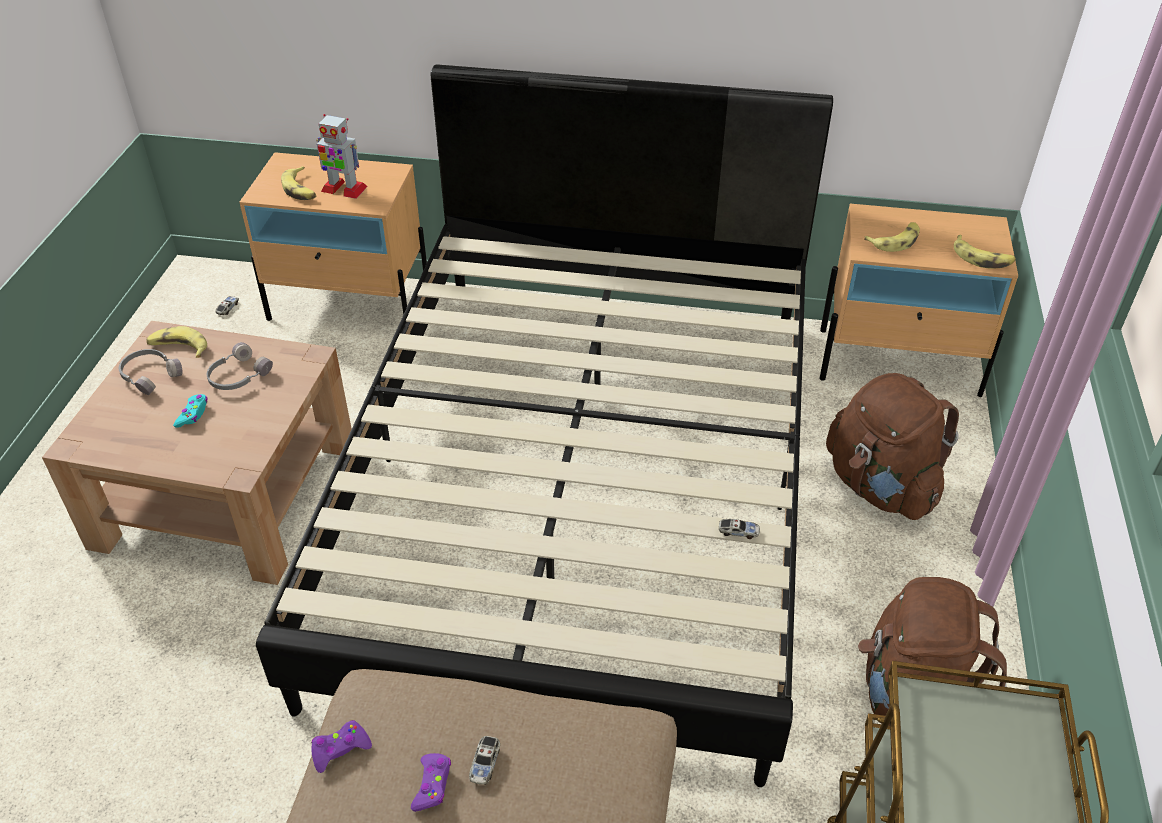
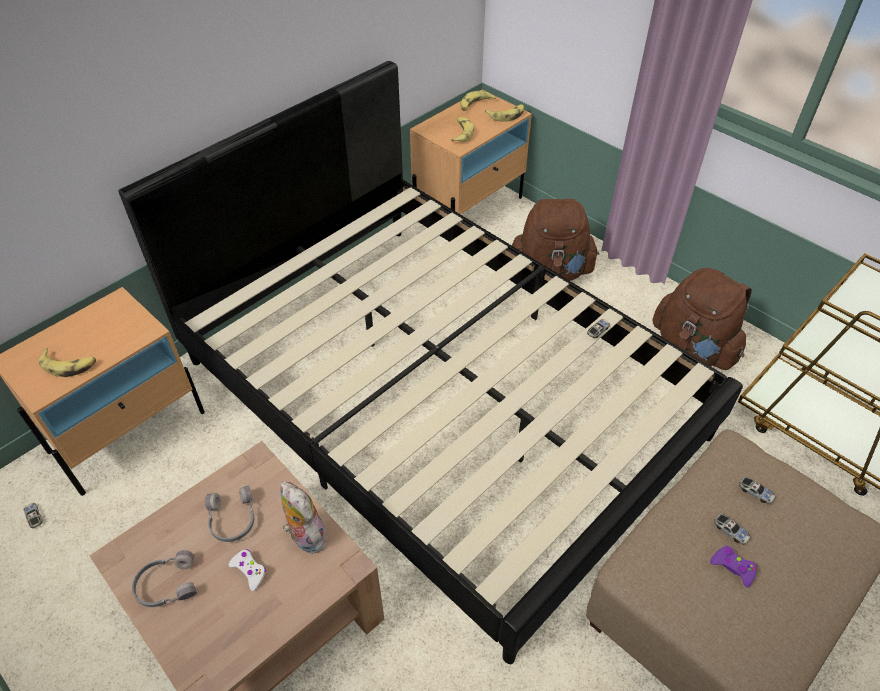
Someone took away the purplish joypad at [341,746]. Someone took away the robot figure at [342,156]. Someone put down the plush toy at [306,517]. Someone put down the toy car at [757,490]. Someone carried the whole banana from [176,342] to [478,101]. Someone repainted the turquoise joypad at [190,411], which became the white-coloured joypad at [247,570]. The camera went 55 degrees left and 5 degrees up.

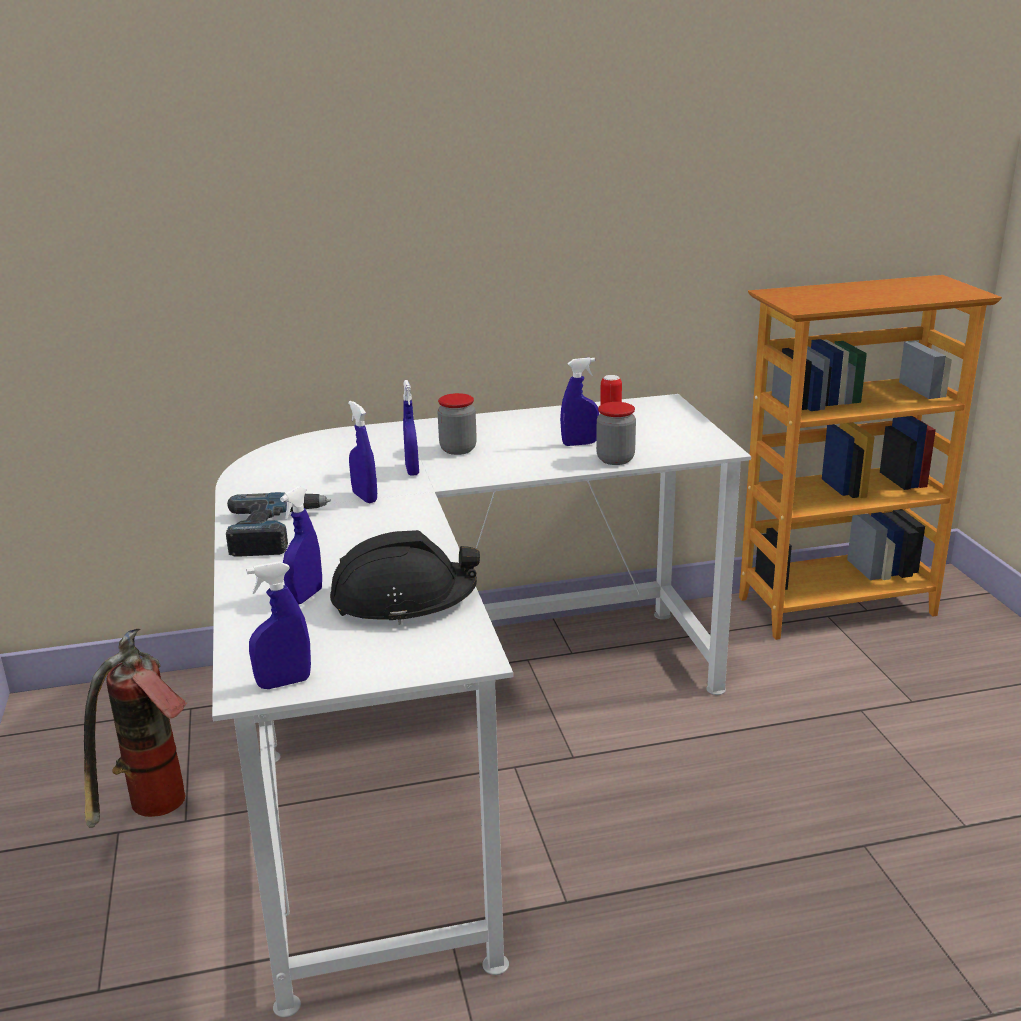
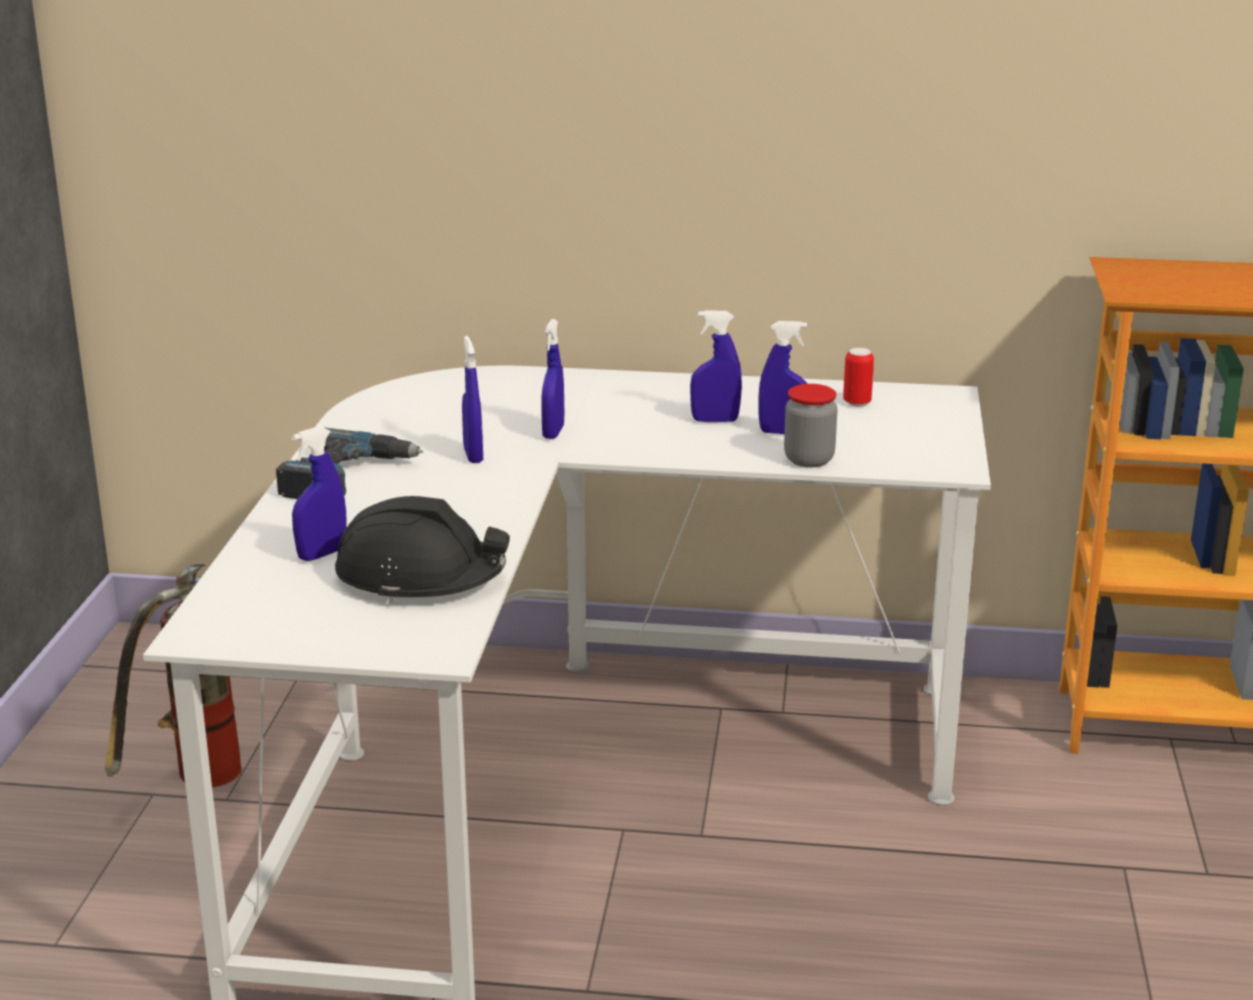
Someone took away the jar at [457,424]. Someone carried the blue hand sprayer from [278,625] to [716,366]. The camera went 20 degrees right and 0 degrees up.

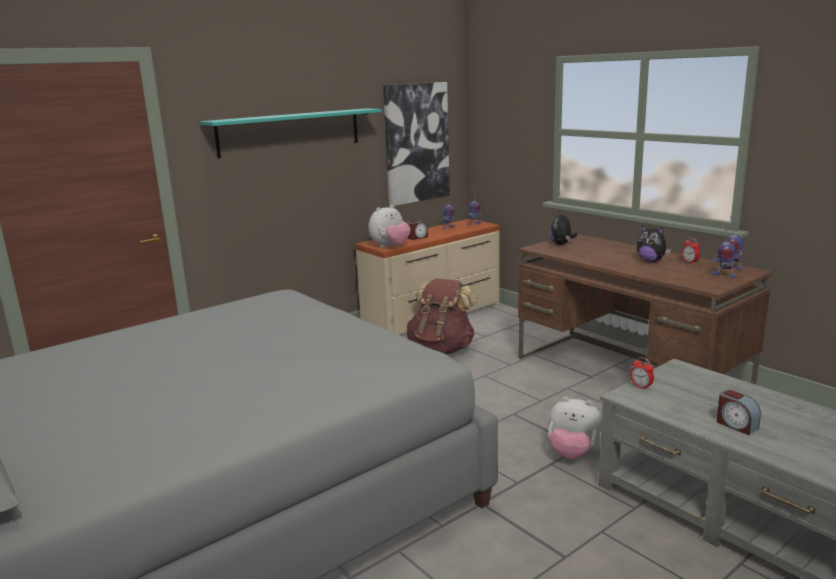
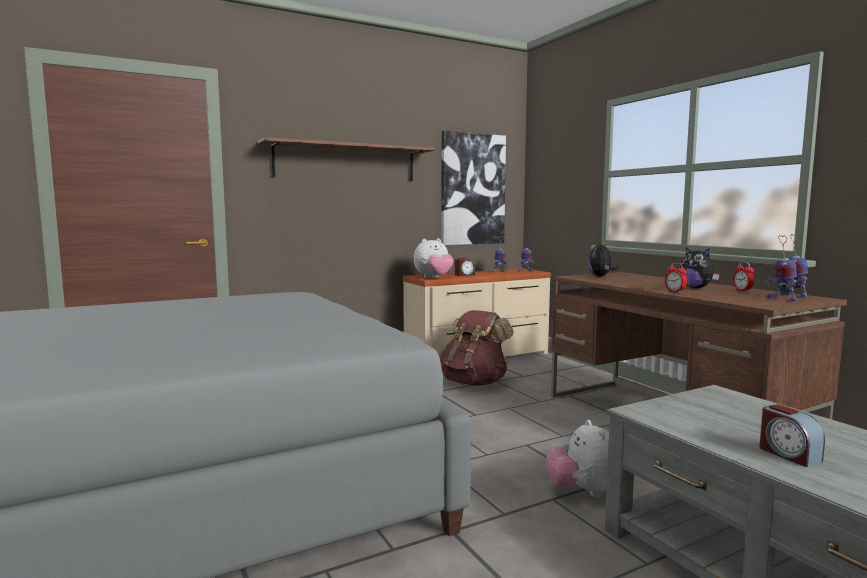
Someone carried the alarm clock from [642,373] to [676,278]. Someone repainted the turquoise wall shelf at [290,133], which became the brownish wall shelf at [346,159]. Someone rotated the plush toy at [575,428] by 45 degrees clockwise. The camera went 10 degrees right and 10 degrees down.

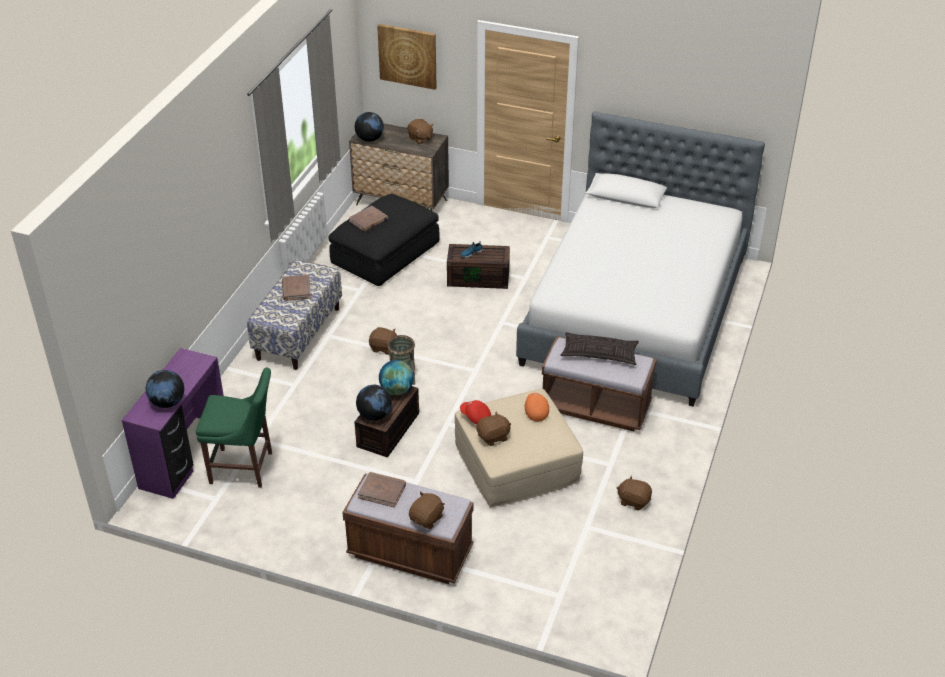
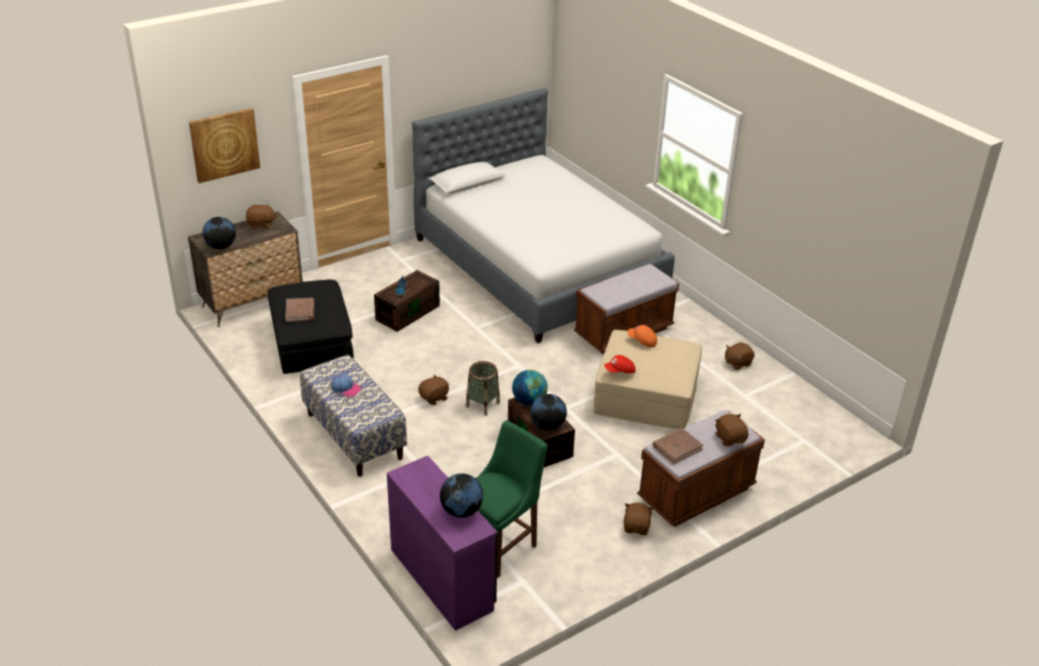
Someone took away the pillow at [599,348]. Someone carried the brownish plush toy from [493,428] to [639,518]. Someone swapped the brownish volume at [296,288] for the cap at [346,385]. The camera went 55 degrees left and 5 degrees down.

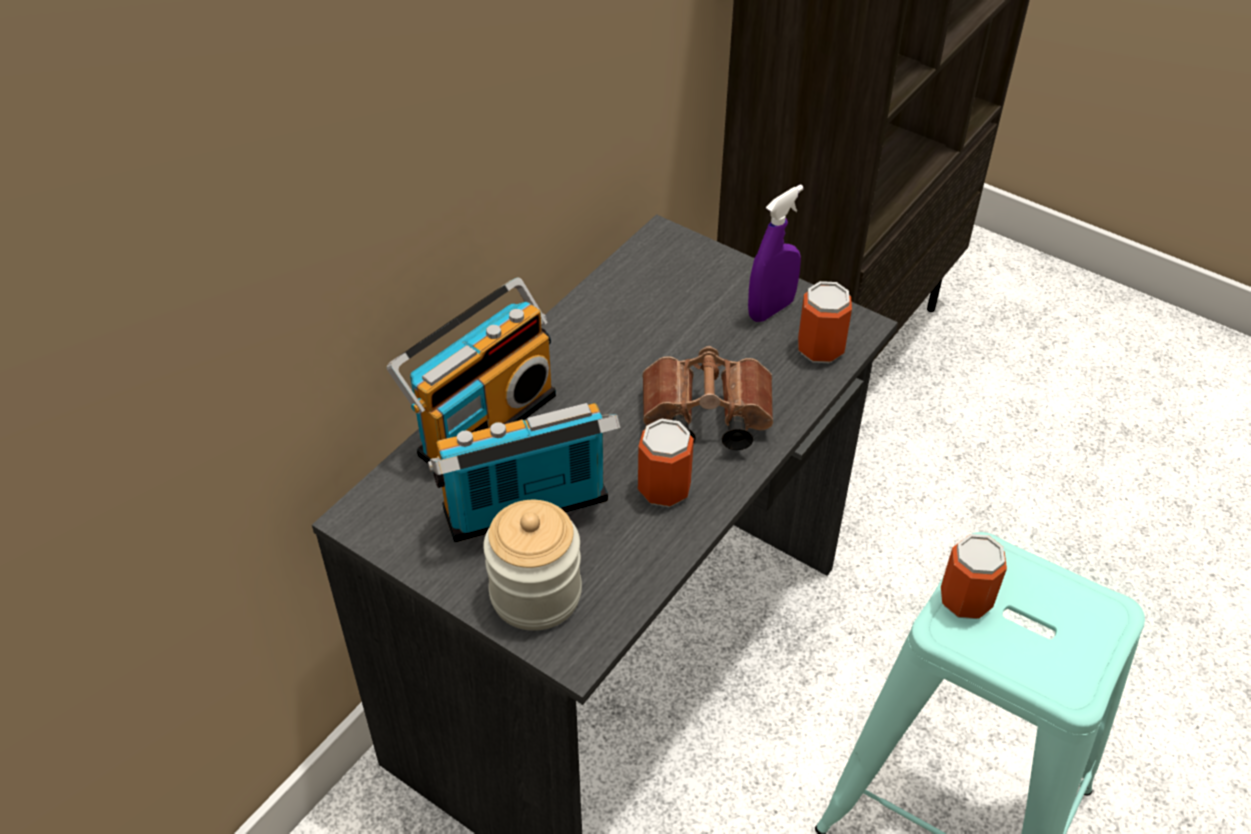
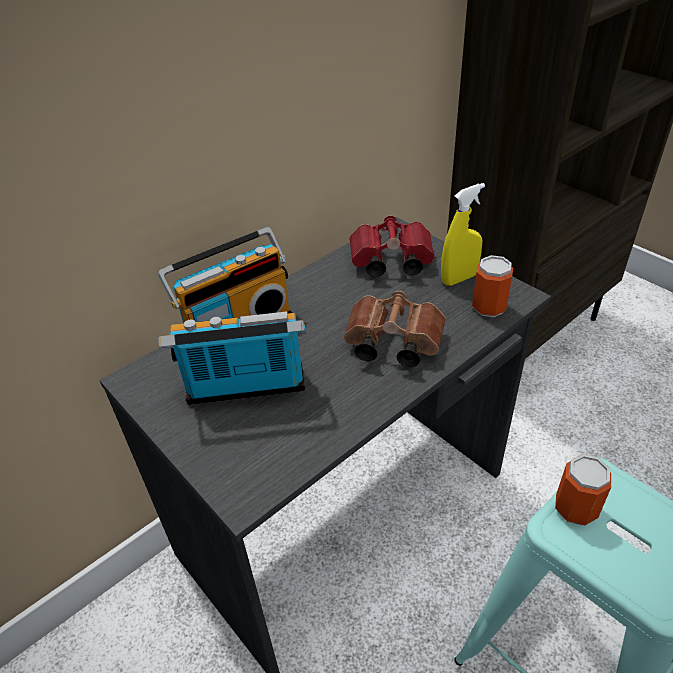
Someone took away the jar at [532,565]. Someone took away the sealed can at [666,462]. Someone put down the red pair of binoculars at [391,246]. Someone repainted the purplish hand sprayer at [776,253], which became the yellow hand sprayer at [463,234]. The camera went 15 degrees right and 5 degrees down.

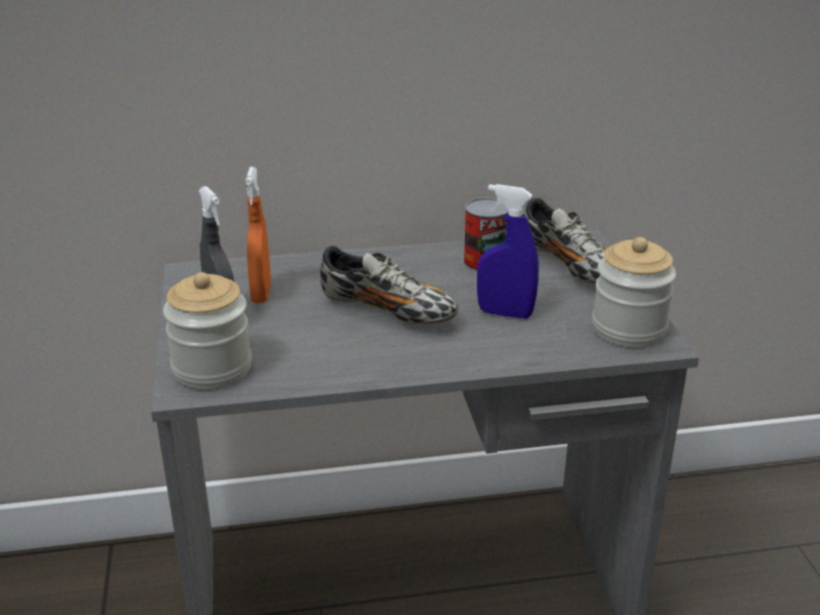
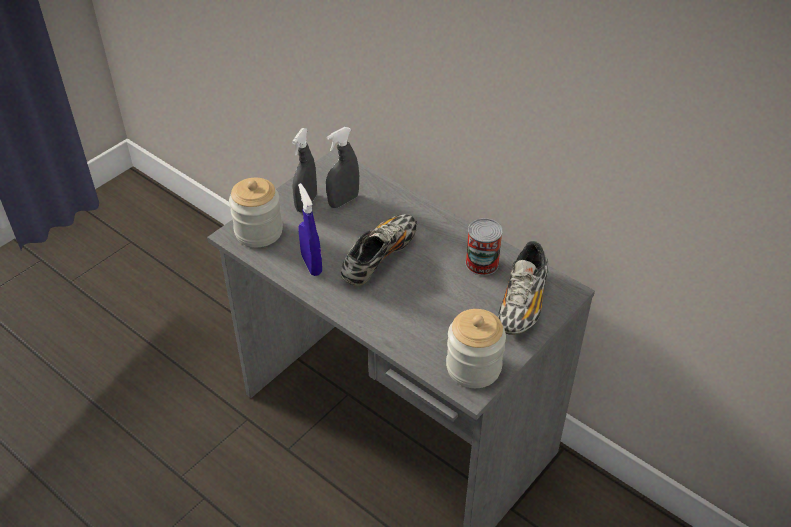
Someone carried the blue hand sprayer from [508,251] to [310,229]. Someone repainted the orangey hand sprayer at [258,235], which became the grey hand sprayer at [342,167]. Someone rotated the item of footwear at [389,284] by 135 degrees counterclockwise. The camera went 50 degrees right and 15 degrees up.

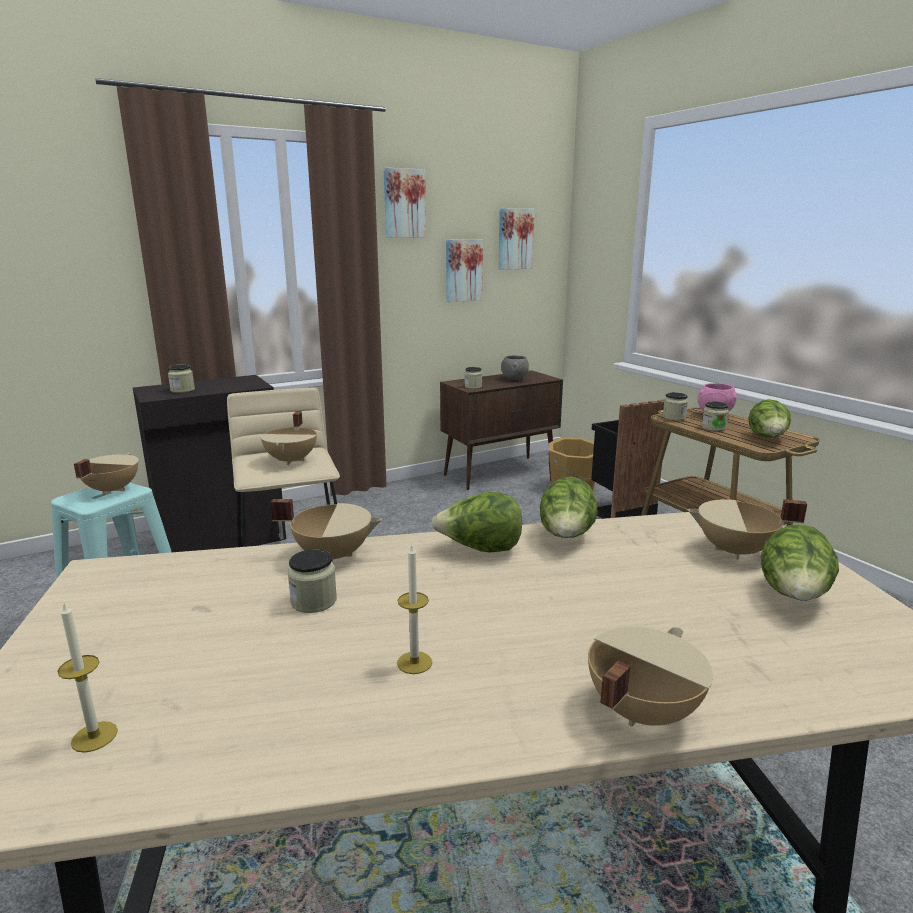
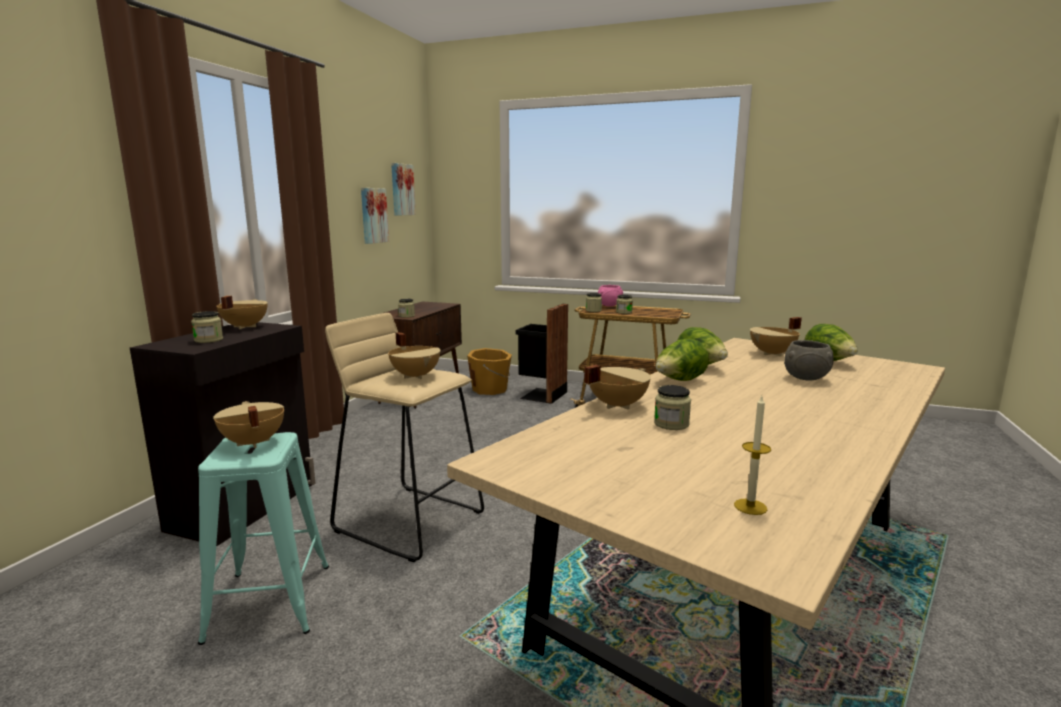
Someone took away the wall picture at [405,203]. Someone took away the wax light at [414,609]. Someone took away the head of lettuce at [769,418]. Someone carried the grey bowl from [515,367] to [809,360]. Someone carried the beige stockpot from [650,677] to [242,312]. The camera went 40 degrees left and 5 degrees down.

